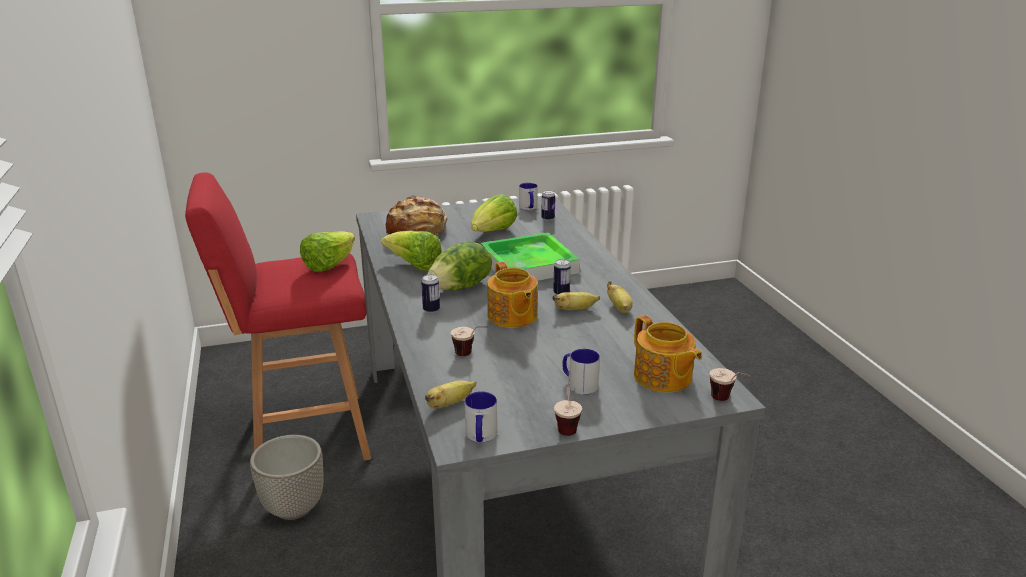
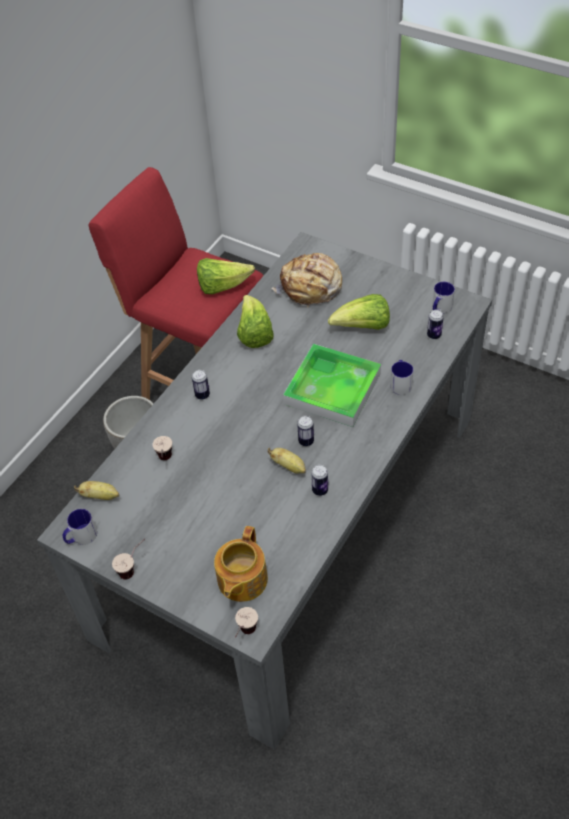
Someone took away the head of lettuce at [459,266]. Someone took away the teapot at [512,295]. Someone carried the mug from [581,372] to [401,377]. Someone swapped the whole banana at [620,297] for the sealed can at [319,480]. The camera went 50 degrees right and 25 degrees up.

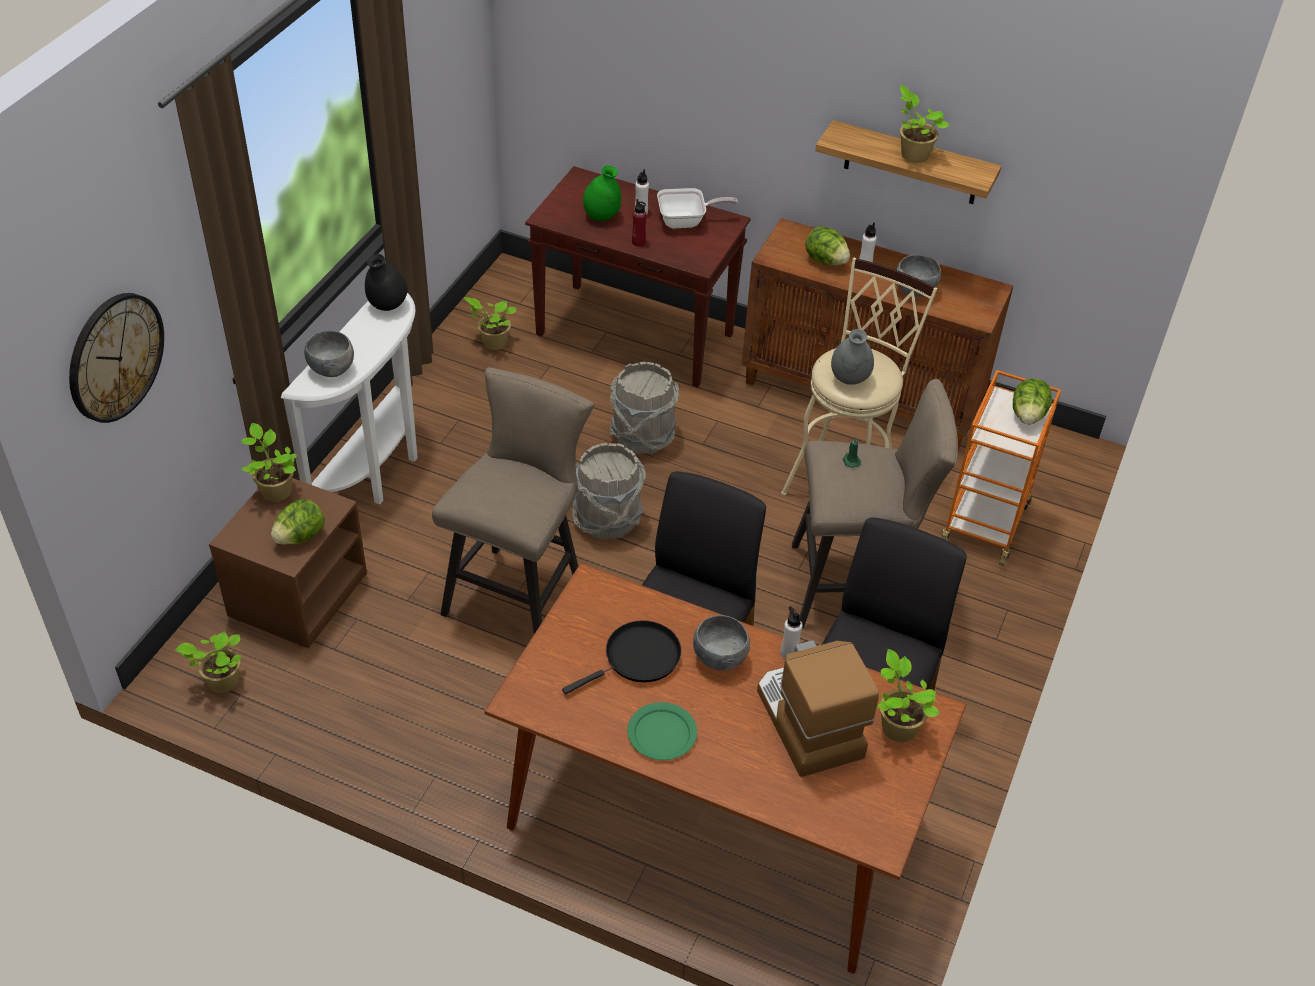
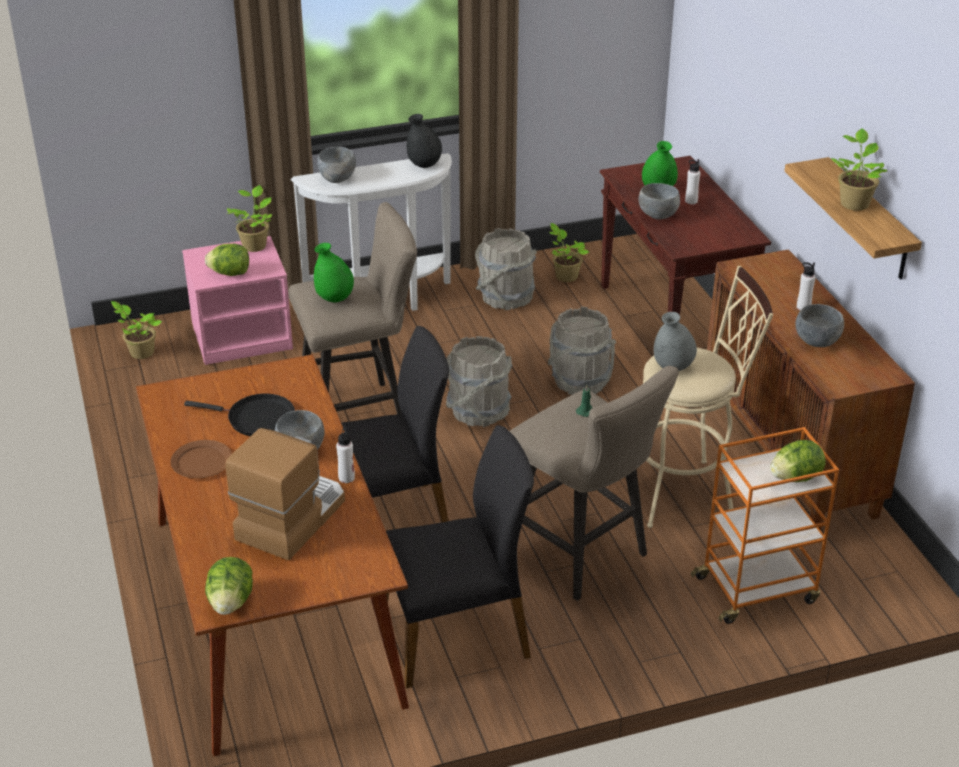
Someone took away the hanging clock at [116,358]. Someone took away the pan at [697,208]. Someone took away the houseplant at [908,695]. Someone put down the green flower vase at [334,272]. Someone put down the grey bucket at [506,269]. Someone carried the head of lettuce from [827,246] to [229,586]. Someone swapped the red drink bottle at [639,223] for the grey bowl at [659,201]. Someone repainted the brownish nightstand at [288,563], which became the pink-coloured nightstand at [237,300]. Someone repainted the green flat dish at [662,731], which became the brownish flat dish at [201,459]. The camera went 50 degrees right and 10 degrees down.

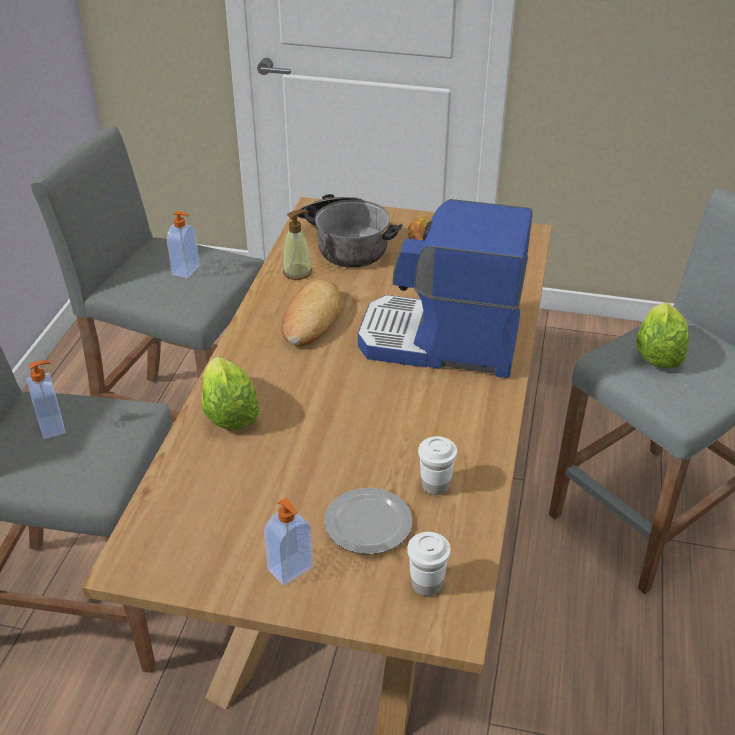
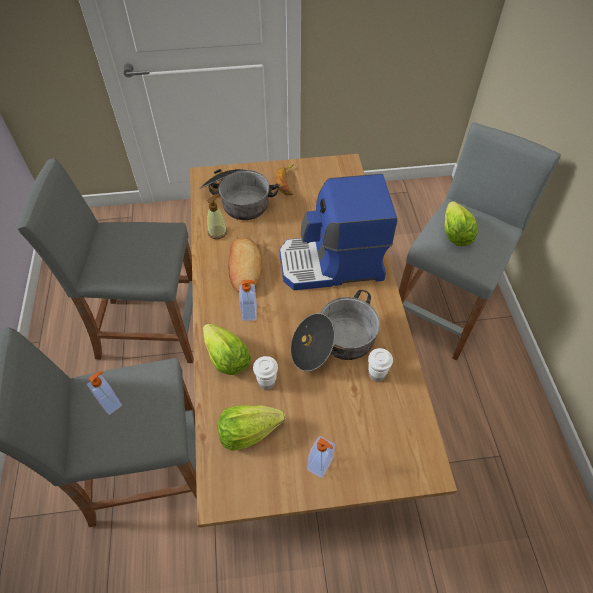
Someone took away the flat dish at [368,521]. Someone put down the head of lettuce at [251,428]. Someone put down the stockpot at [335,330]. Someone carried the soap dispenser from [183,244] to [248,300]. Someone carried the white-coloured drinking cup from [429,564] to [265,373]. The camera went 20 degrees left and 15 degrees up.

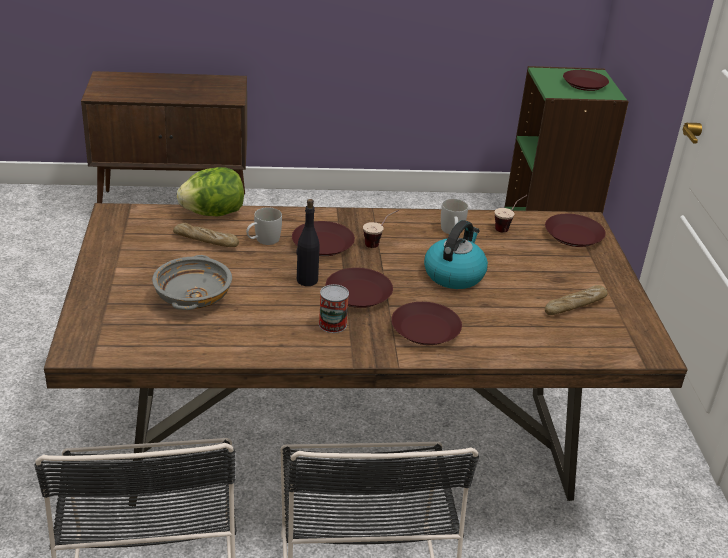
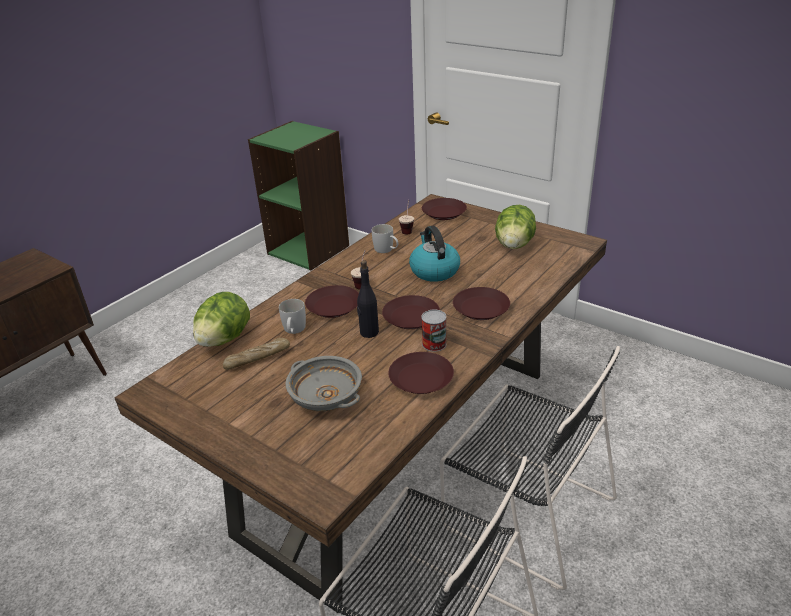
Someone carried the brownish flat dish from [586,80] to [421,373]. Someone swapped the baked bread at [576,300] for the head of lettuce at [515,227]. The camera went 45 degrees left and 0 degrees up.

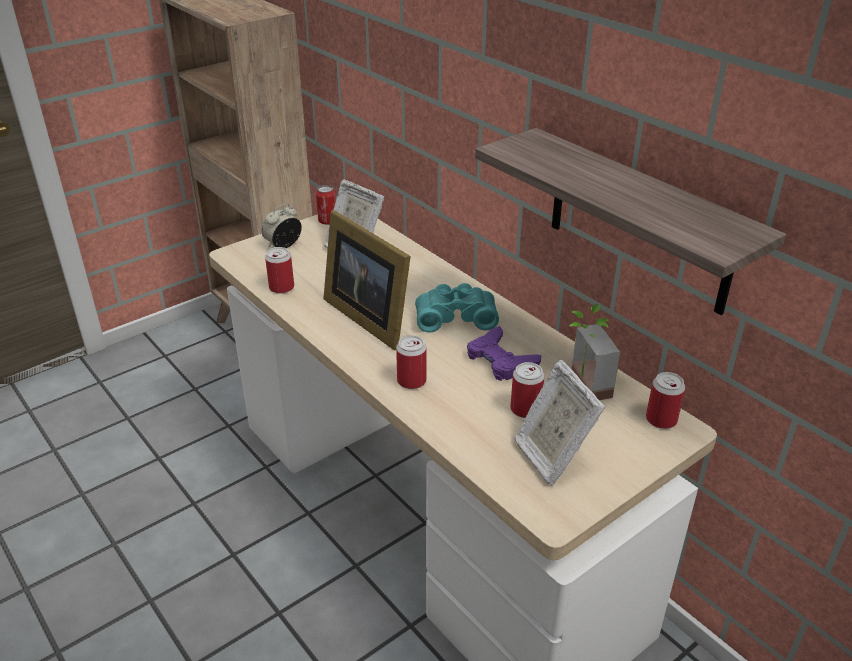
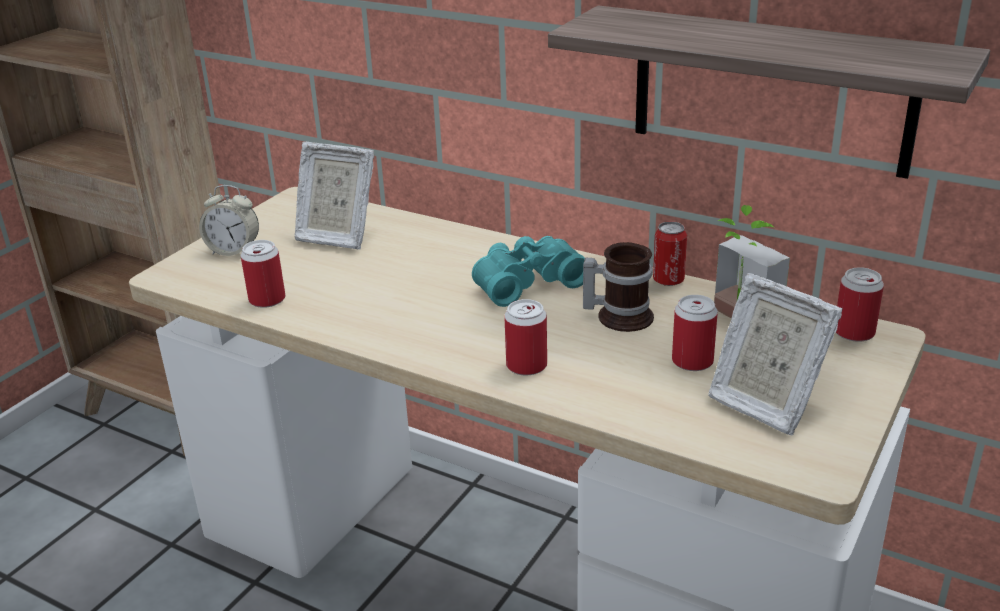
Someone took away the picture frame at [367,280]. Someone carried the sealed can from [326,205] to [670,254]. Someone swapped the purplish joypad at [504,353] for the mug at [618,287]. Someone rotated the alarm clock at [281,226] by 105 degrees counterclockwise. The camera went 20 degrees left and 5 degrees down.

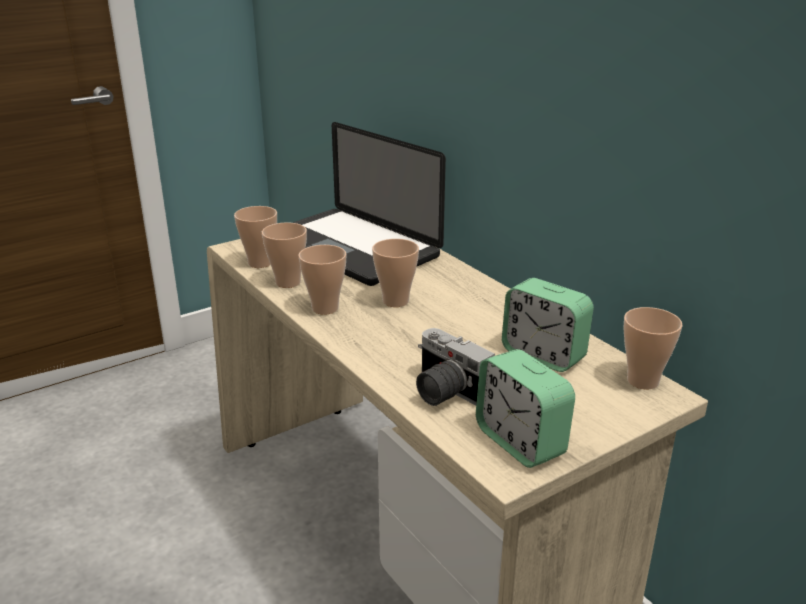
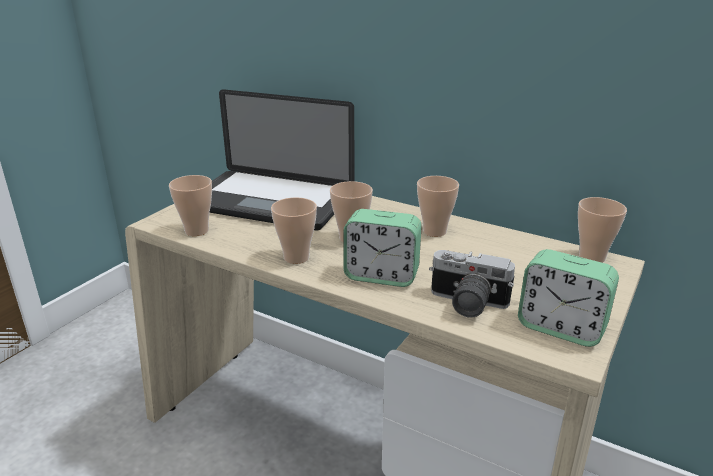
Someone carried the drinking cup from [284,255] to [438,206]. Someone carried the alarm clock from [548,325] to [383,248]. The camera went 25 degrees left and 0 degrees up.

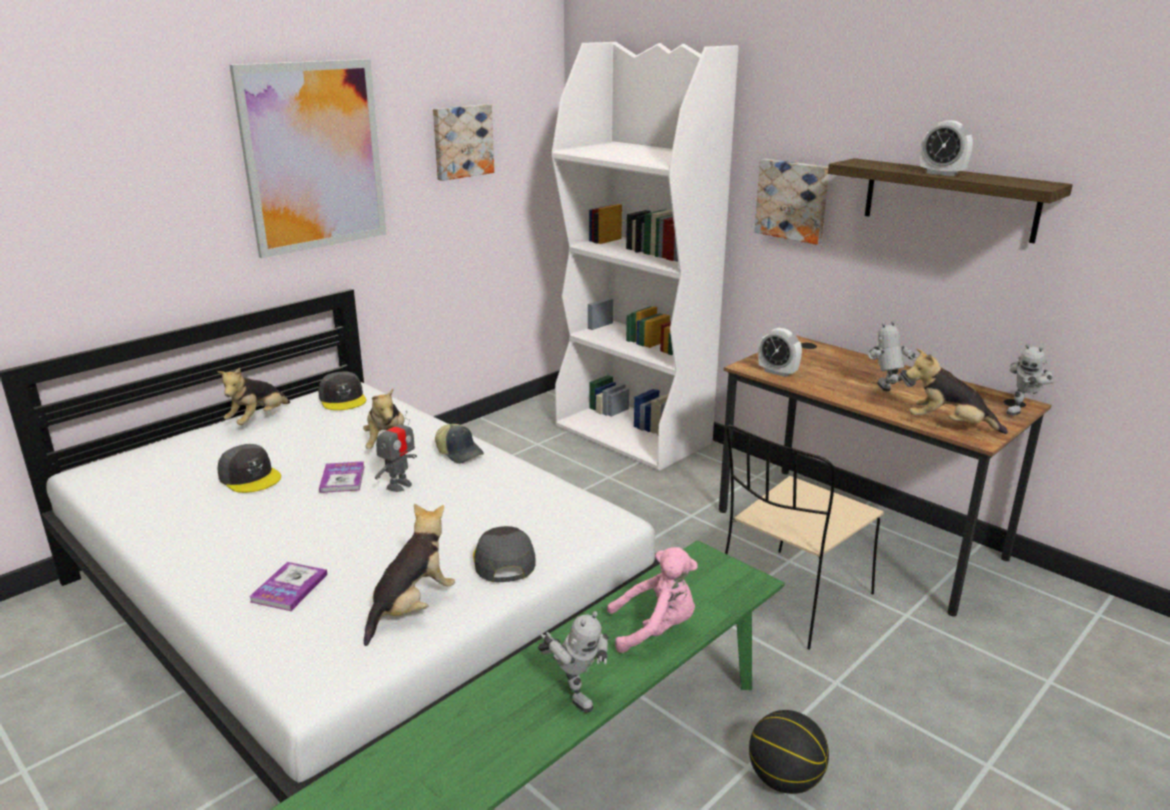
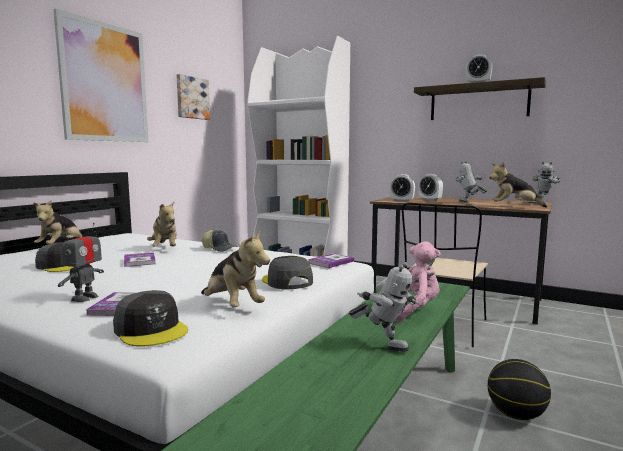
Someone took away the wall picture at [791,201]. Someone put down the volume at [331,260]. Someone put down the alarm clock at [431,187]. Someone carried the grey cap from [342,390] to [150,318]. Someone carried the robot figure from [396,451] to [81,262]. Someone rotated the plush toy at [409,575] by 120 degrees clockwise. The camera went 15 degrees left and 15 degrees down.

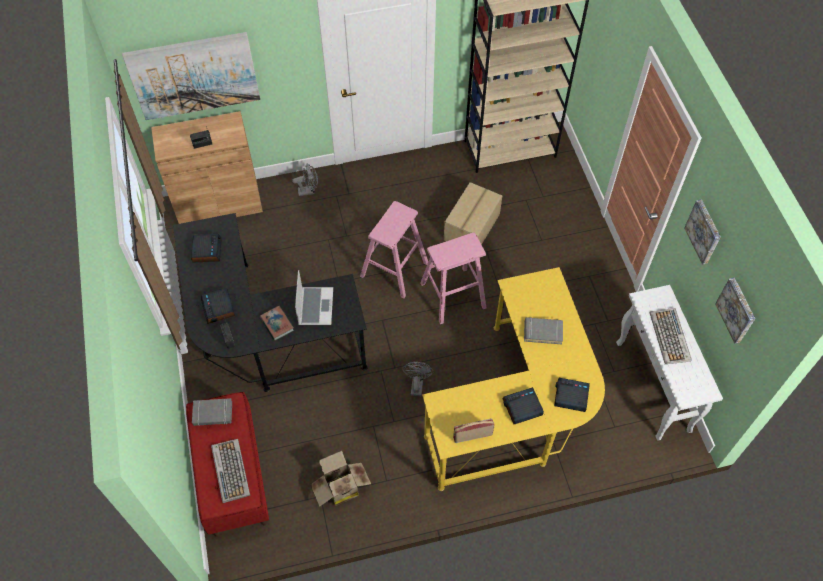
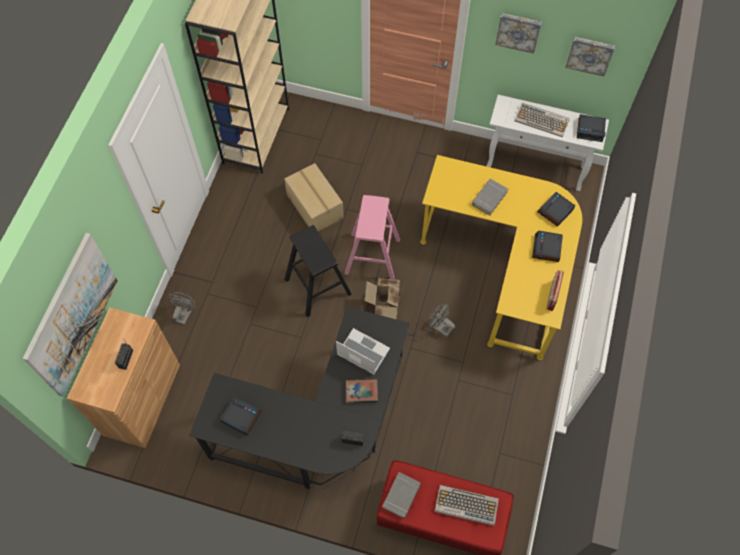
Someone carried the alarm clock from [218,306] to [591,128]. Someone carried the packing box from [341,479] to [382,299]. Someone repainted the pink-coloured stool at [394,249], which became the blackish stool at [318,271]. The camera went 60 degrees left and 5 degrees up.

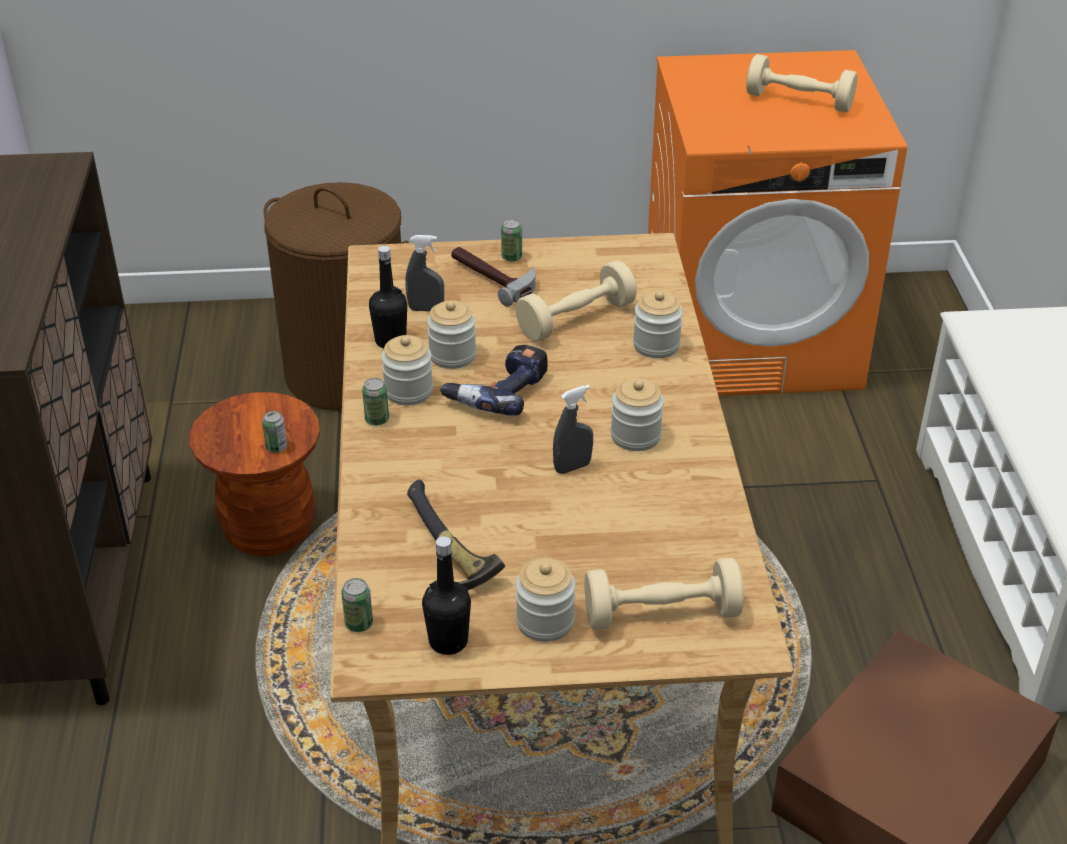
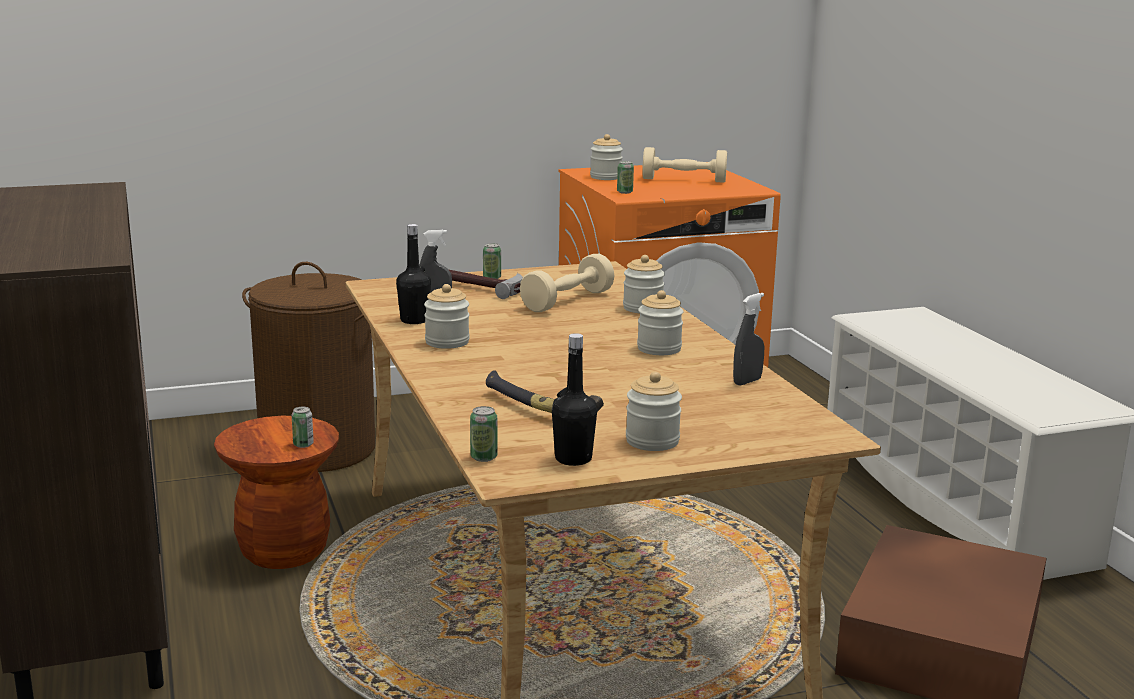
Someone took away the drill at [494,380]. Someone took away the beige free weight at [664,594]. Someone carried the sealed can from [375,402] to [625,177]. Someone carried the jar from [451,334] to [606,157]. Someone carried the grey hand sprayer from [573,429] to [749,339]. The camera went 15 degrees left and 20 degrees down.

